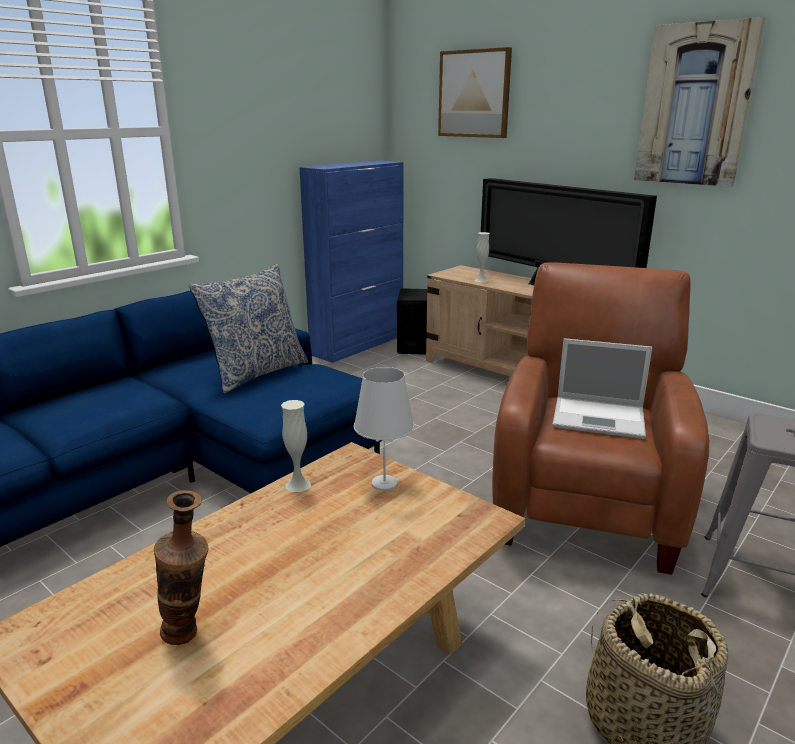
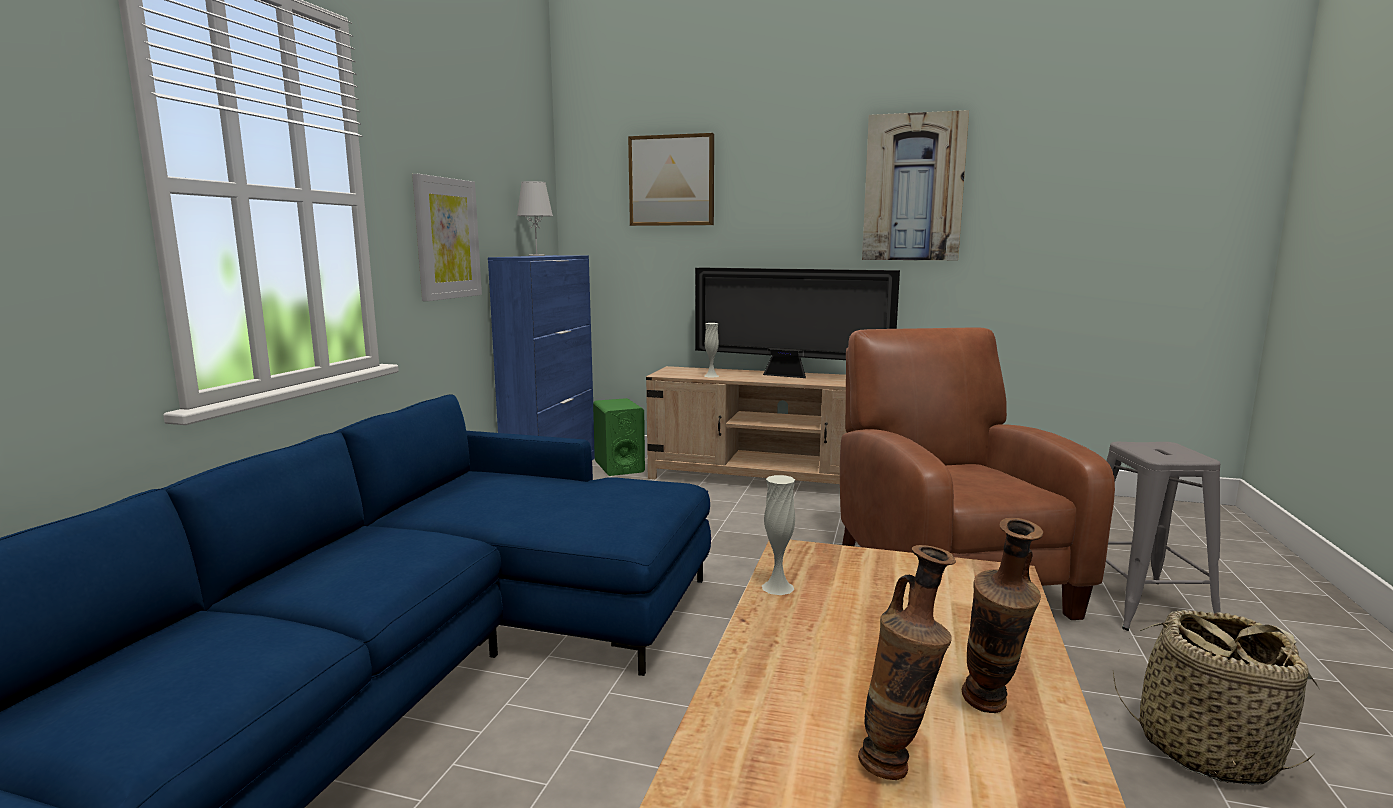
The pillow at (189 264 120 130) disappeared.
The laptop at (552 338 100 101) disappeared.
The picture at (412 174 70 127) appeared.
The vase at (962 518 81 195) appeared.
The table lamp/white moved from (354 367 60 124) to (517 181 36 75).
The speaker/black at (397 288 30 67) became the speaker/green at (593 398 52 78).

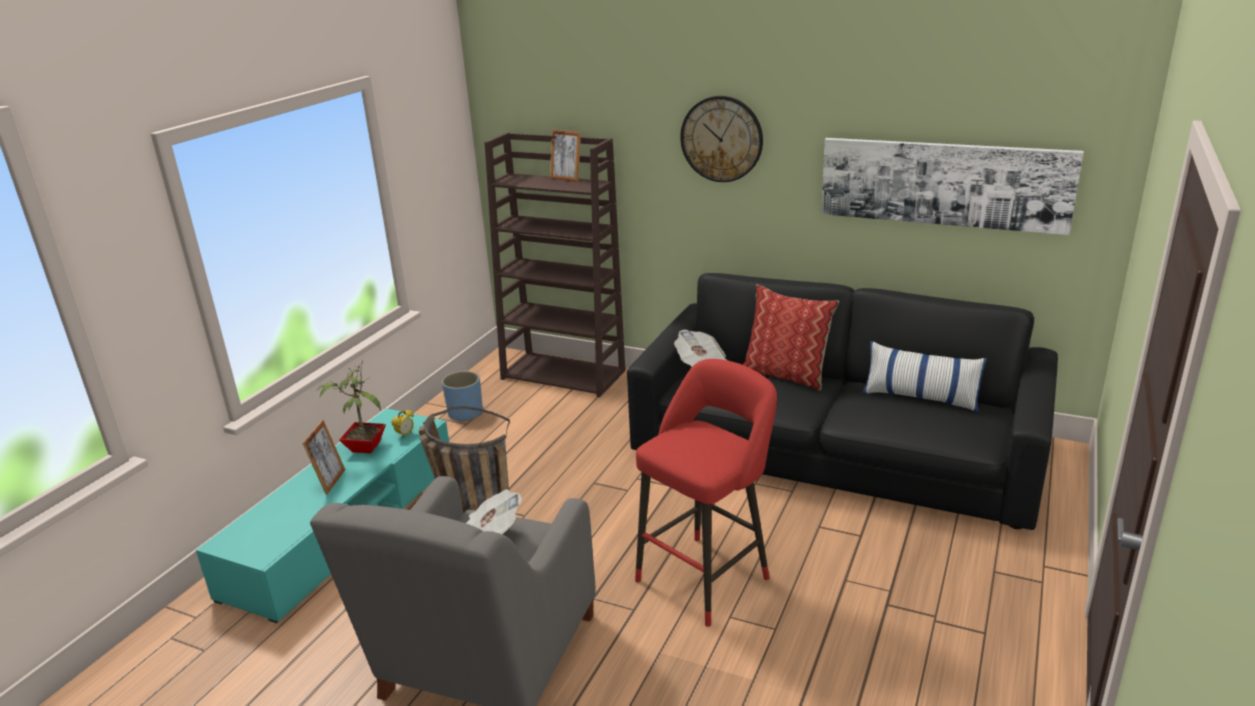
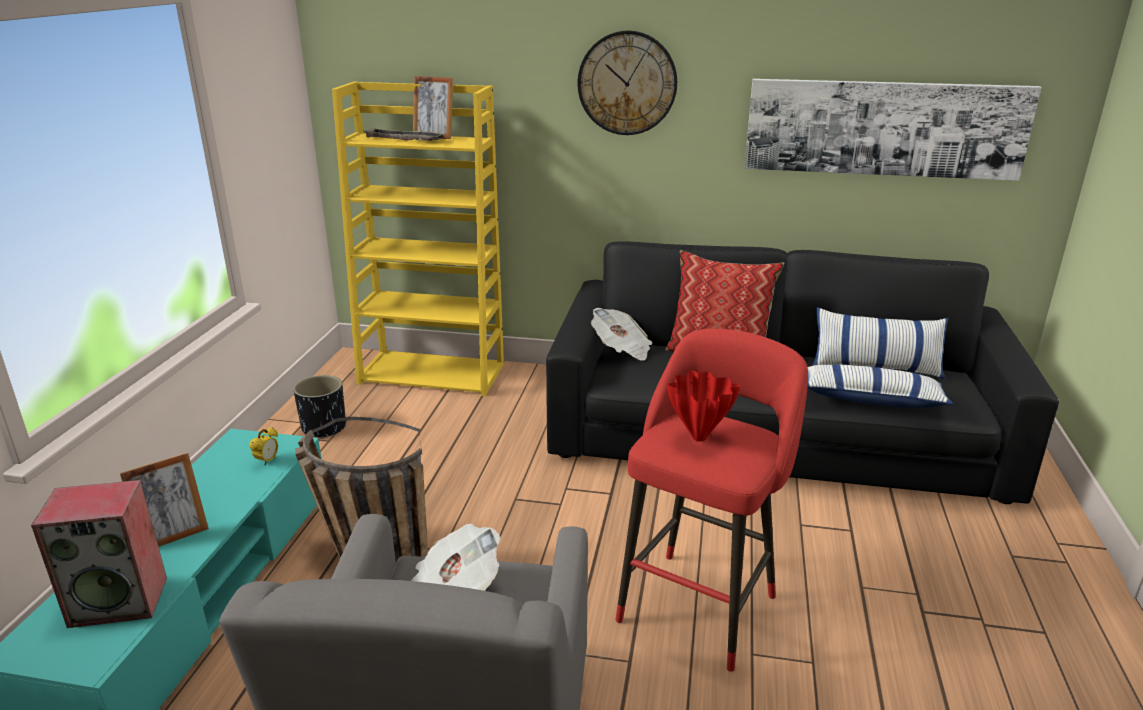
The potted plant at (316 361 70 92) disappeared.
The speaker at (31 480 136 148) appeared.
The tray at (362 128 83 13) appeared.
The vase/red at (667 370 73 72) appeared.
The pillow at (807 364 147 44) appeared.
The planter/blue at (442 371 41 51) became the planter/black at (293 375 53 64).
The bookcase/brown at (484 133 141 264) became the bookcase/yellow at (332 82 172 314).
The picture frame at (302 420 43 75) turned 60 degrees clockwise.

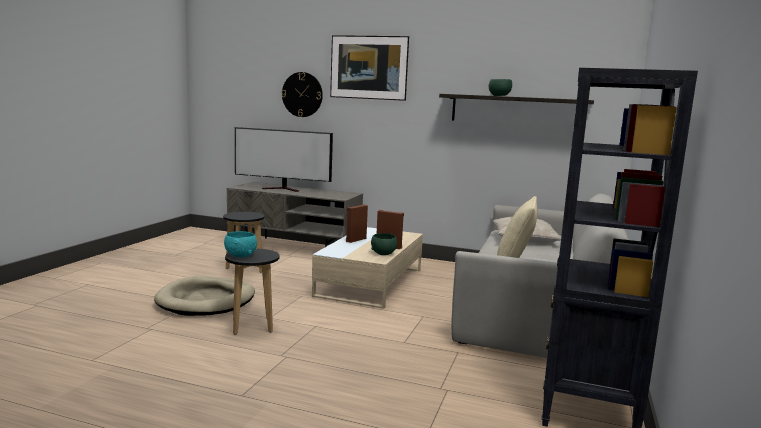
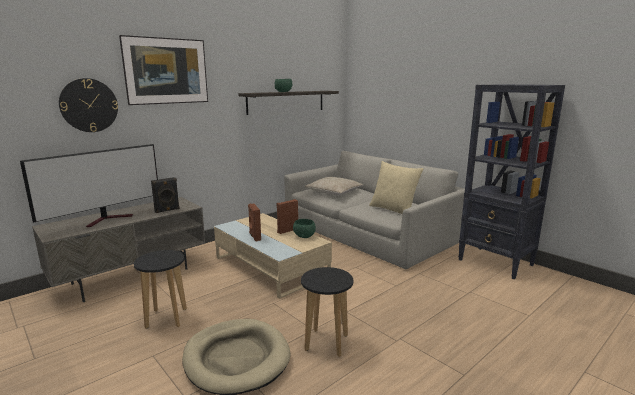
The bowl/turquoise at (224 231 33 26) disappeared.
The speaker/black at (151 177 29 36) appeared.

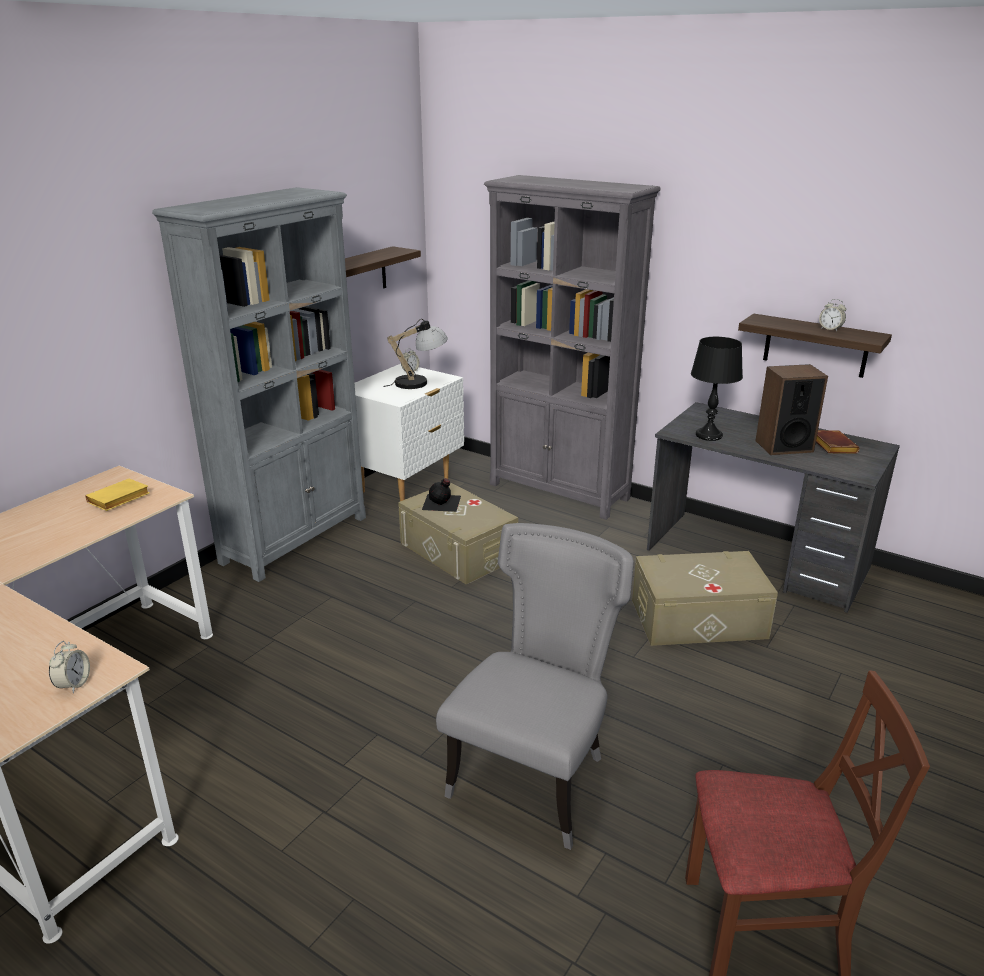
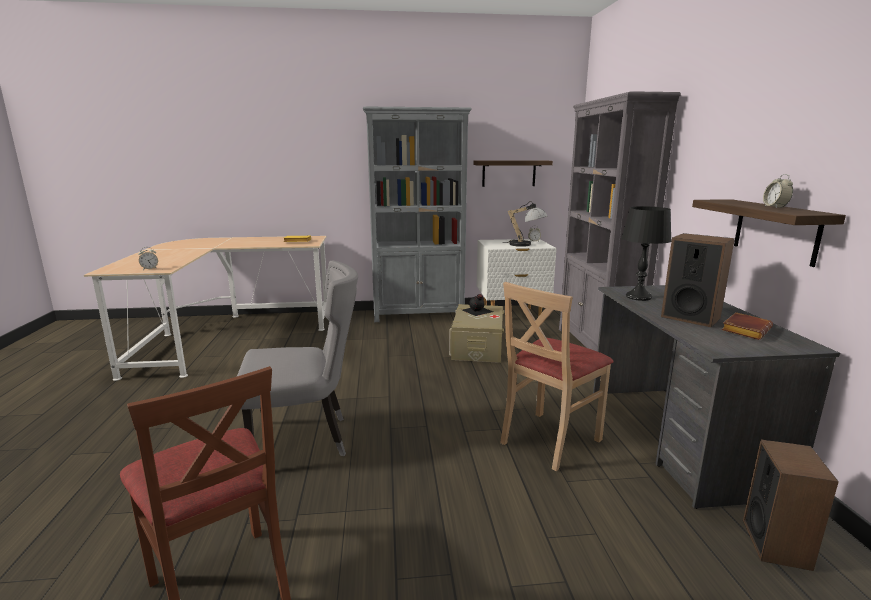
The speaker at (743 440 96 131) appeared.
The storage box/beige at (632 551 146 95) was replaced by the chair/beige at (500 282 114 189).

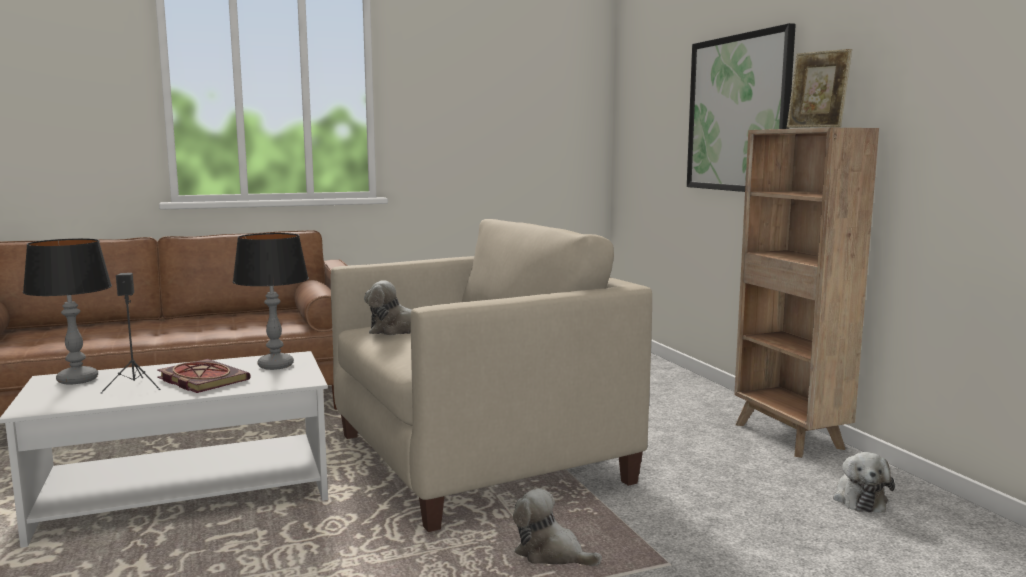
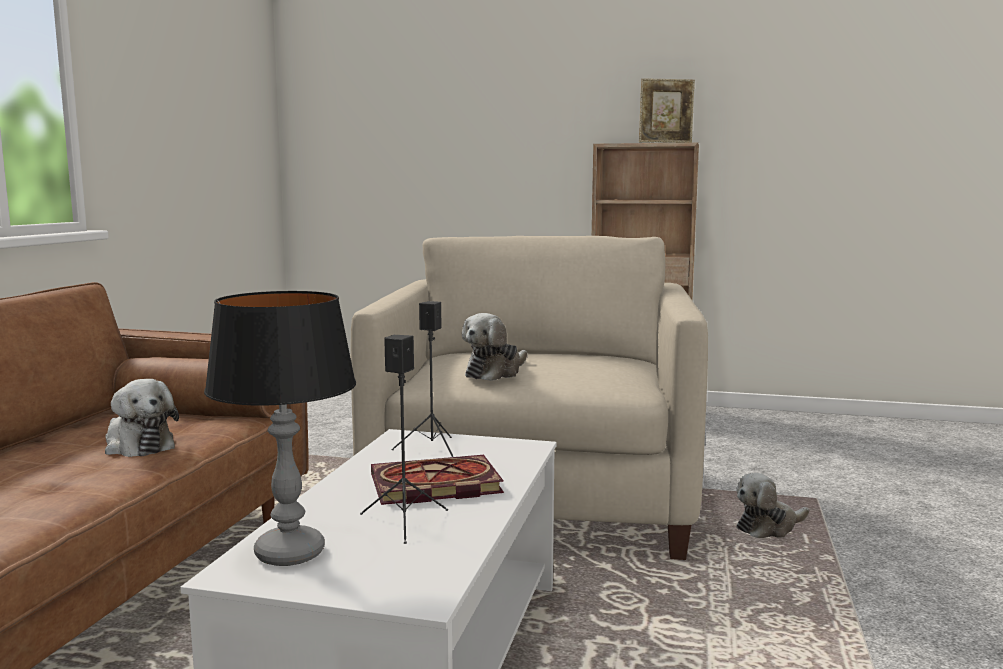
The picture at (687 23 109 169) disappeared.
The plush toy moved from (833 452 62 61) to (105 379 74 78).
The table lamp at (233 233 76 137) was replaced by the speaker/black at (392 301 61 156).

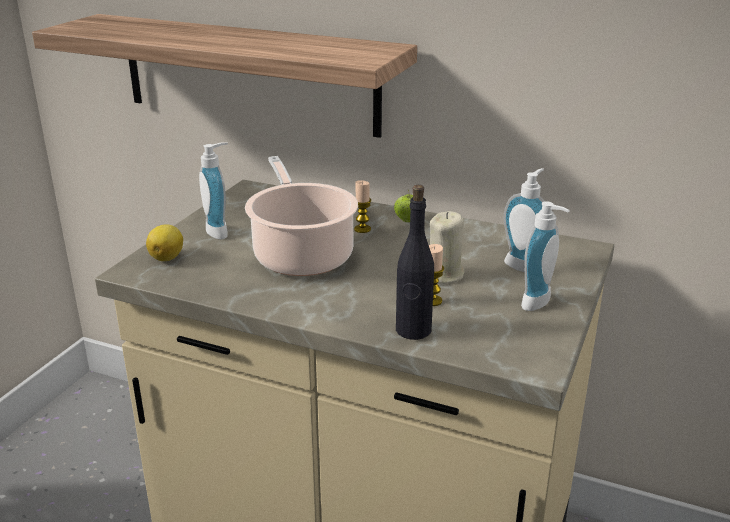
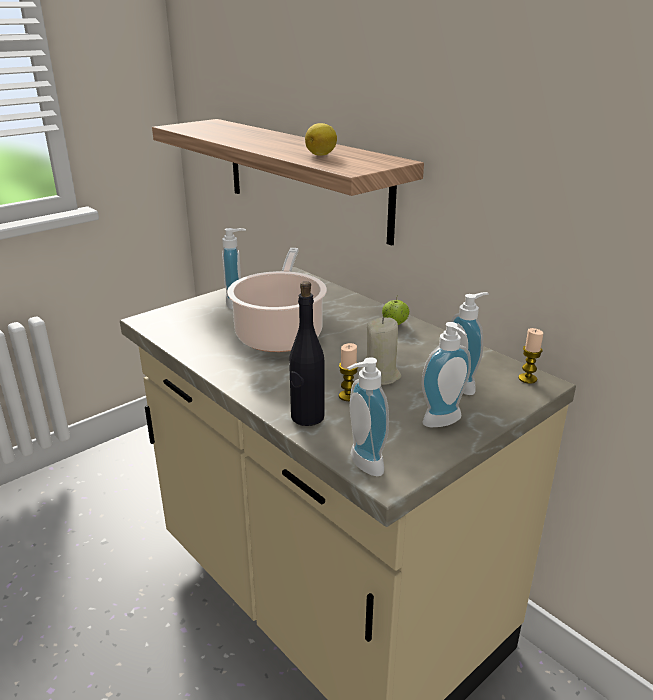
The soap dispenser at (347 357 42 119) appeared.
The lemon moved from (146 224 37 37) to (305 123 32 33).
The candle moved from (354 180 17 53) to (518 328 25 56).

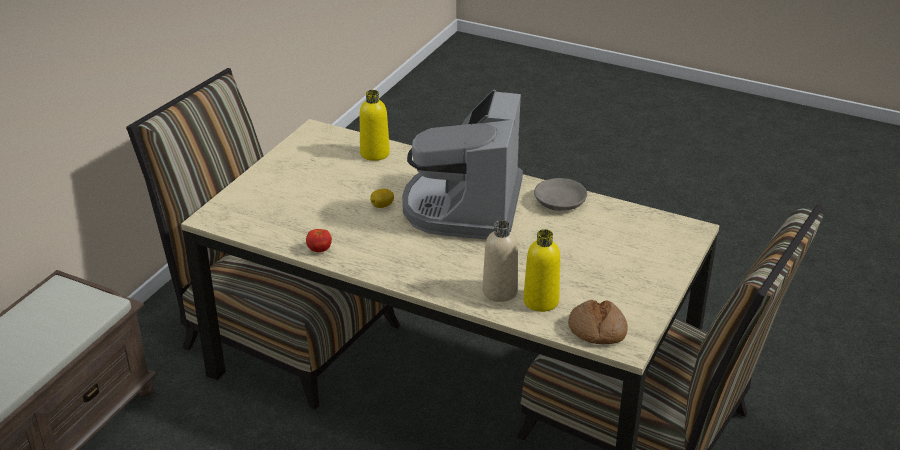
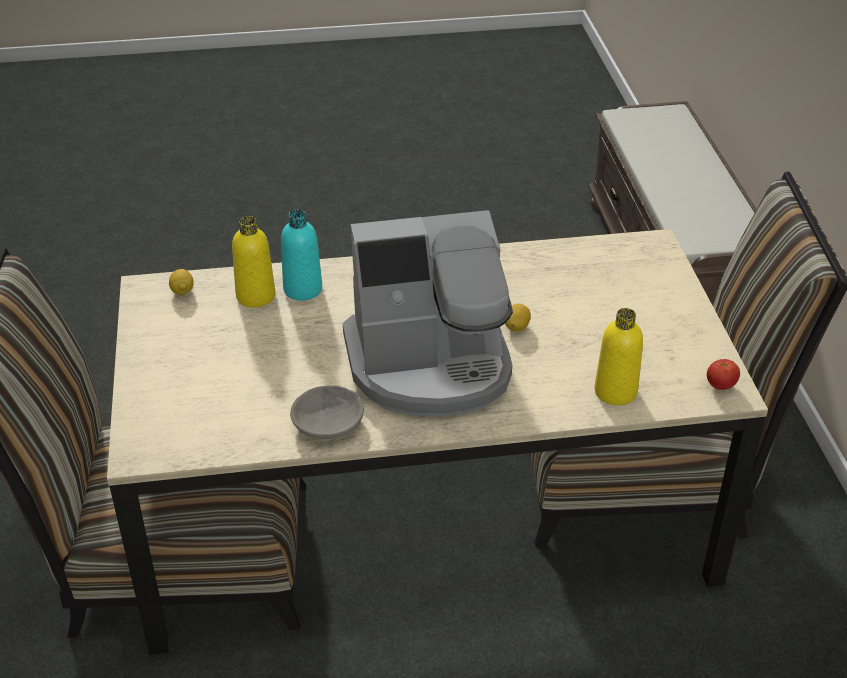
The tomato moved from (306 229 26 23) to (707 359 33 31).
The bread at (568 300 60 44) was replaced by the lemon at (169 269 24 26).
The bottle/beige at (482 220 36 82) became the bottle/turquoise at (281 209 41 91).
The coffee machine at (402 90 121 150) turned 105 degrees clockwise.

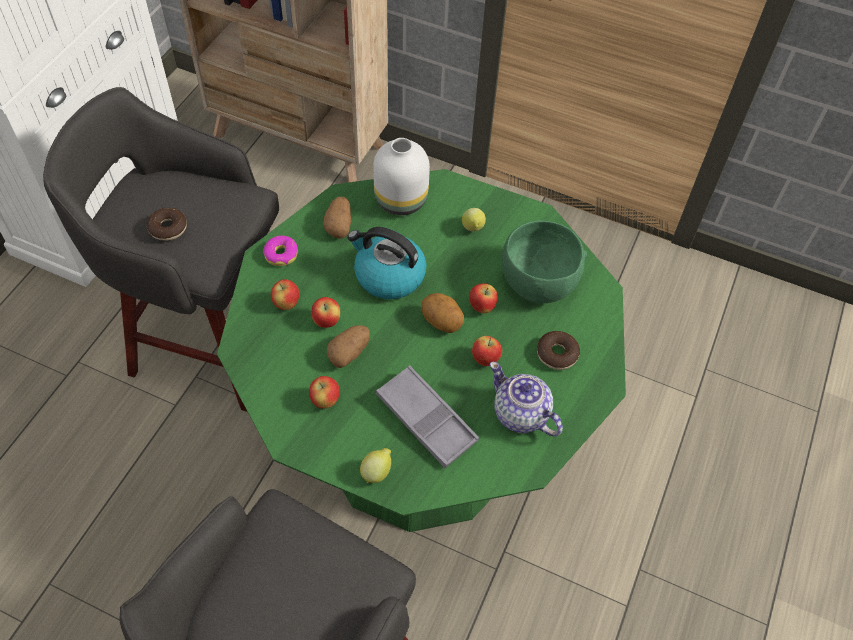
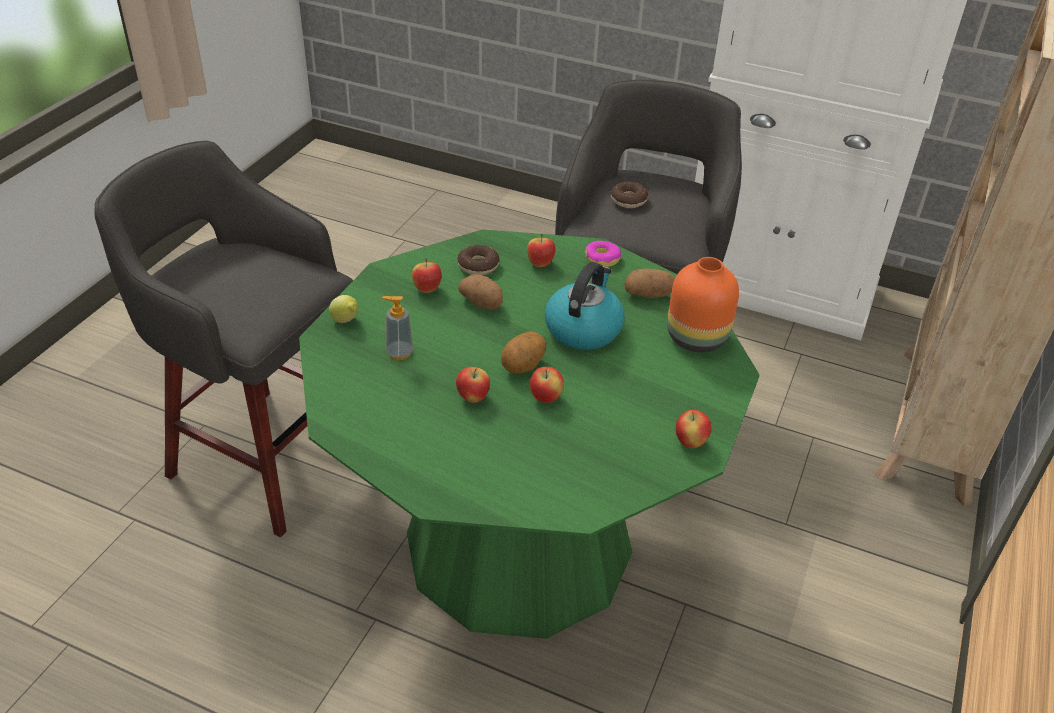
The lemon at (462 208 24 23) disappeared.
The teapot at (490 362 73 74) disappeared.
The bowl/green at (502 220 85 83) disappeared.
The apple moved from (311 297 29 31) to (676 409 36 39).
The donut moved from (537 331 43 39) to (457 245 43 30).
The tray/grey at (376 365 103 103) was replaced by the soap dispenser at (382 296 31 64).
The vase/white at (373 138 57 77) became the vase/orange at (667 257 72 95).

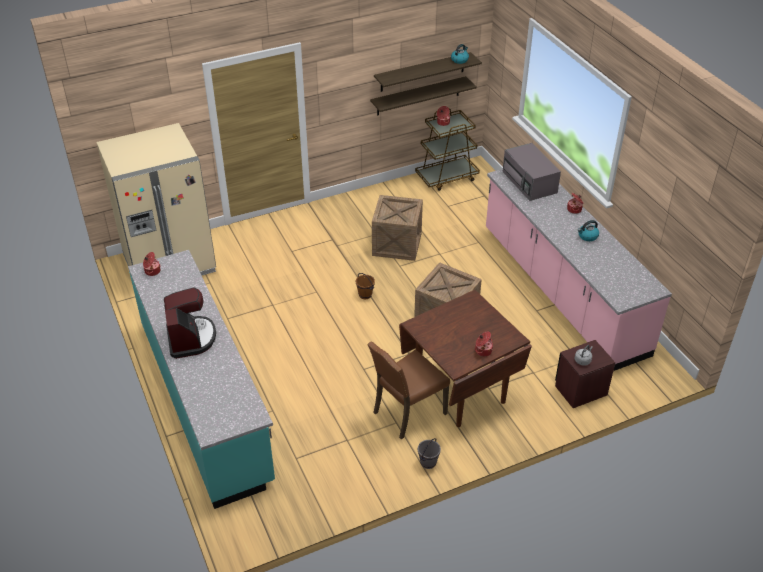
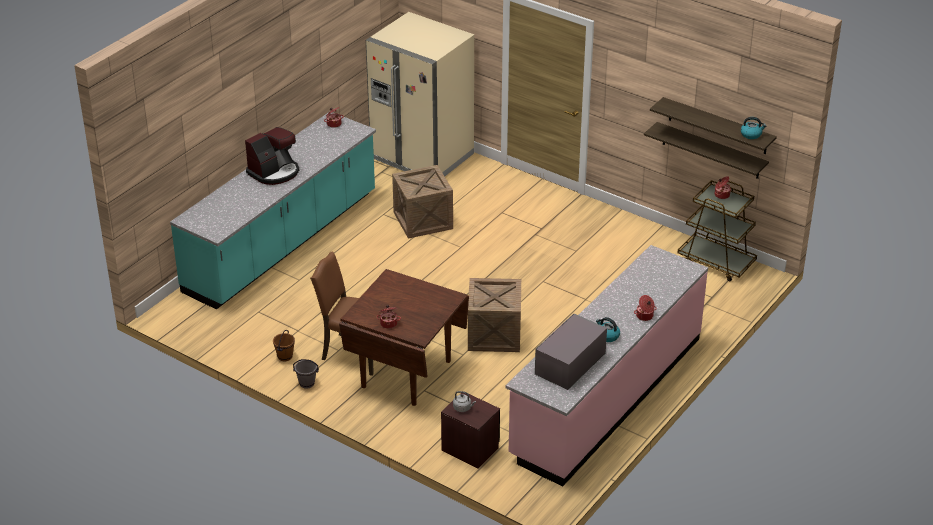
The bucket/brown moved from (356 273 19 26) to (273 330 22 31).
The crate moved from (372 195 51 66) to (392 165 61 74).
The microwave/grey moved from (502 143 59 58) to (535 313 72 77).

